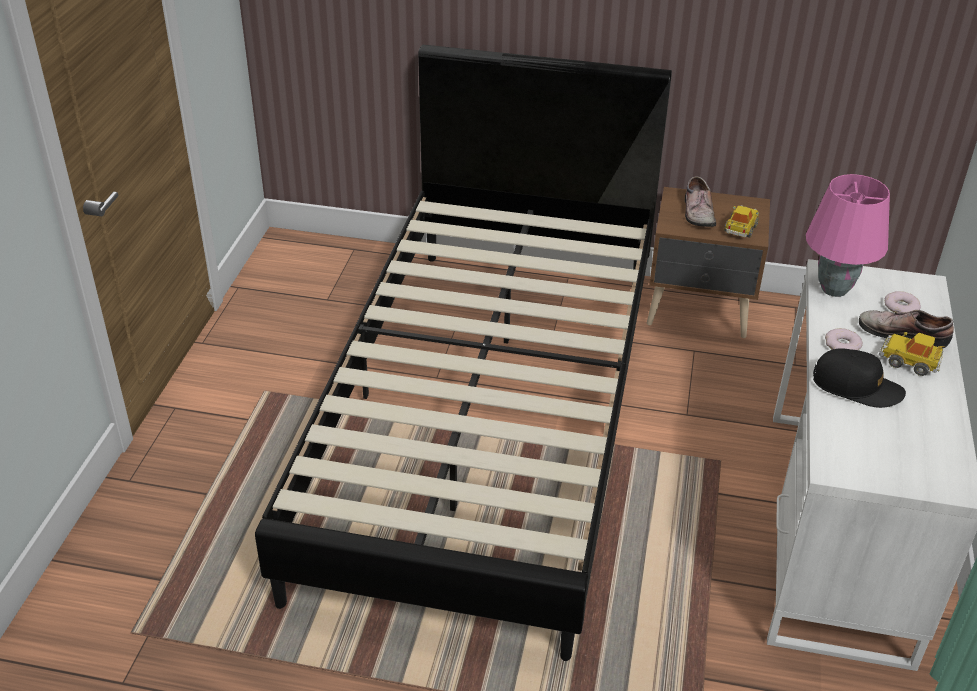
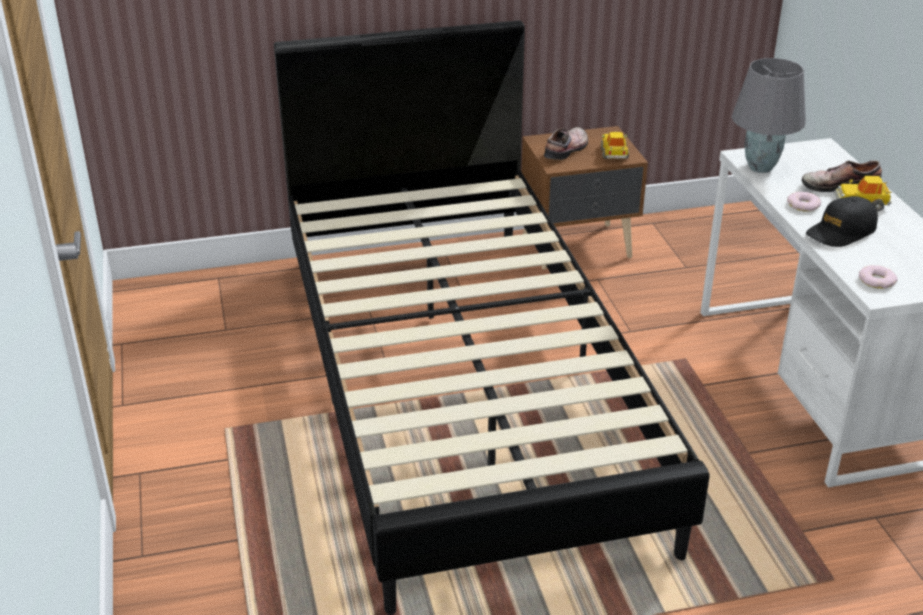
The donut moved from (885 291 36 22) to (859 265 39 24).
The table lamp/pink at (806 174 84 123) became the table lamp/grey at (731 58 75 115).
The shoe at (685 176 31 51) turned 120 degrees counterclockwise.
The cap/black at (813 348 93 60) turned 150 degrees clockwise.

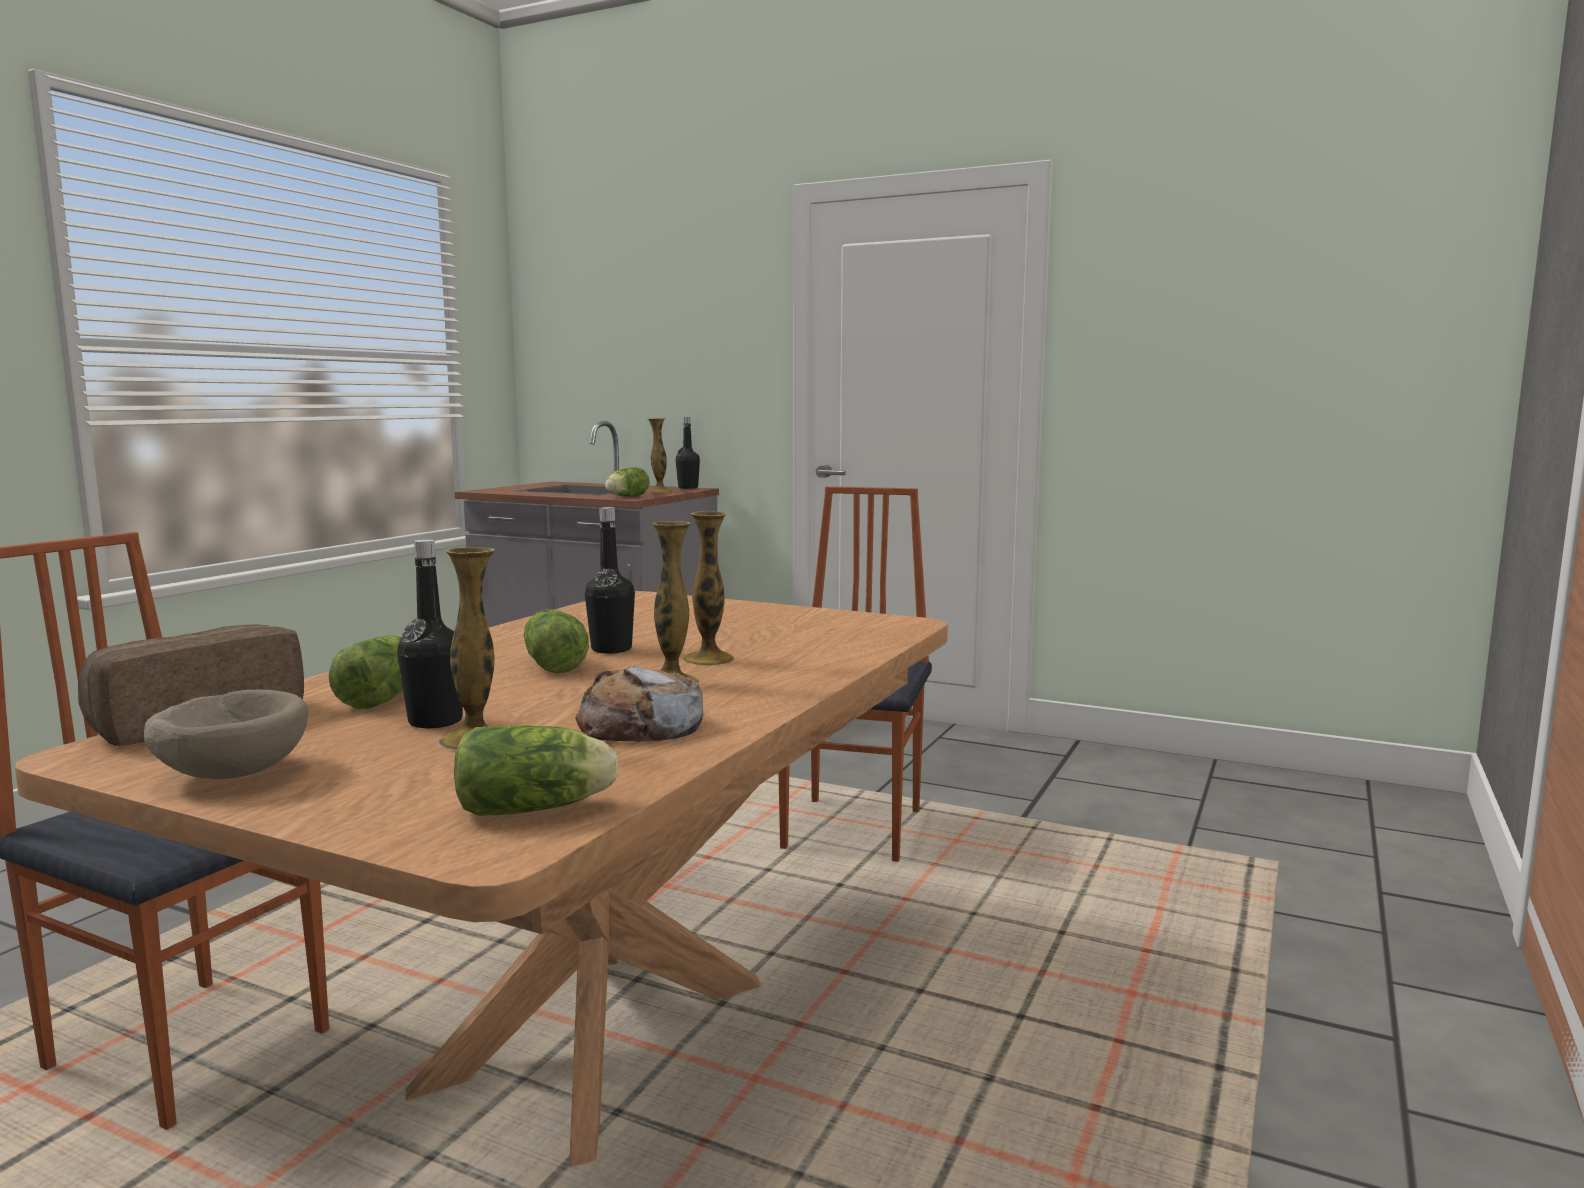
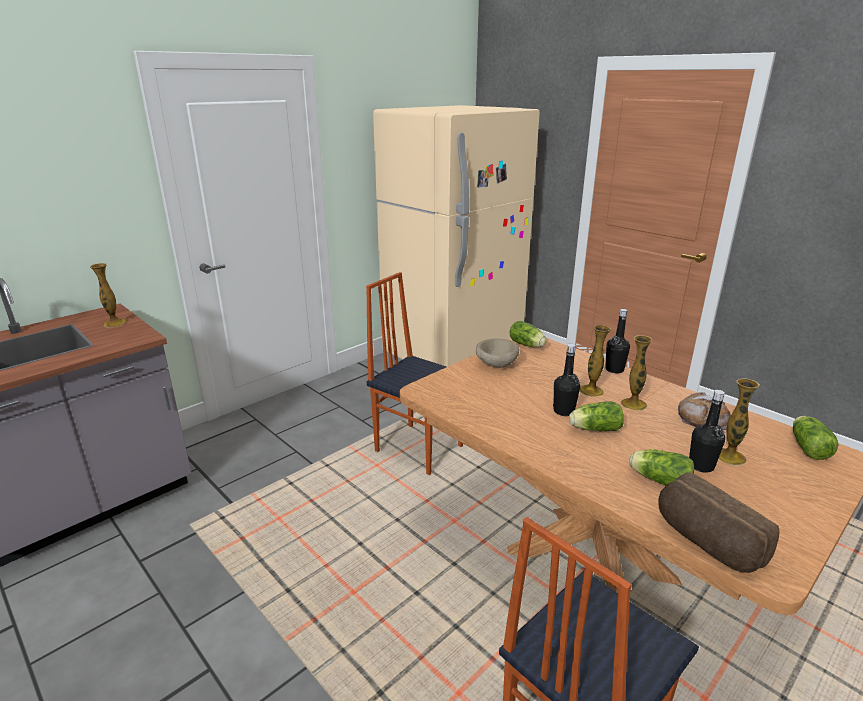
The fridge/beige at (373 105 167 262) appeared.
The bowl/beige moved from (144 689 164 90) to (476 338 43 30).
The lettuce moved from (605 467 45 29) to (509 321 37 26).
The bottle/black moved from (676 417 24 72) to (605 309 25 64).

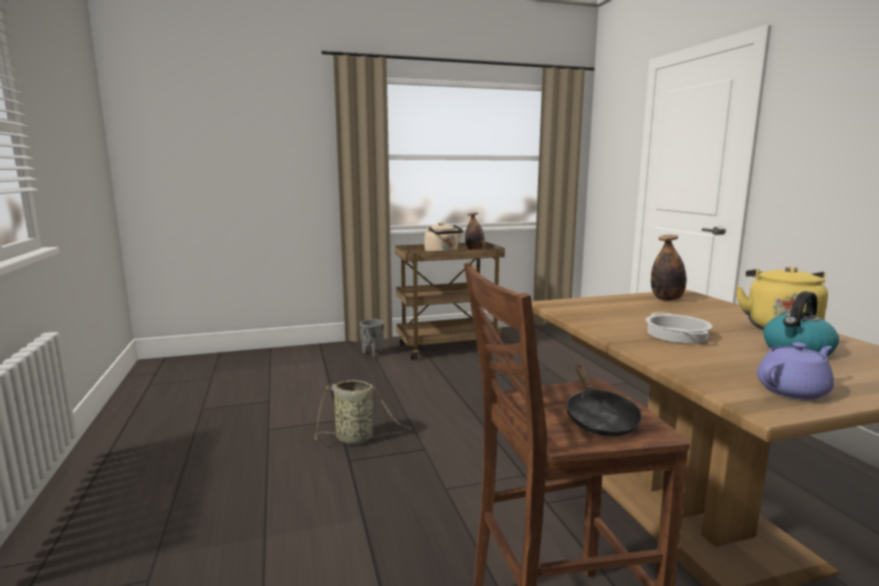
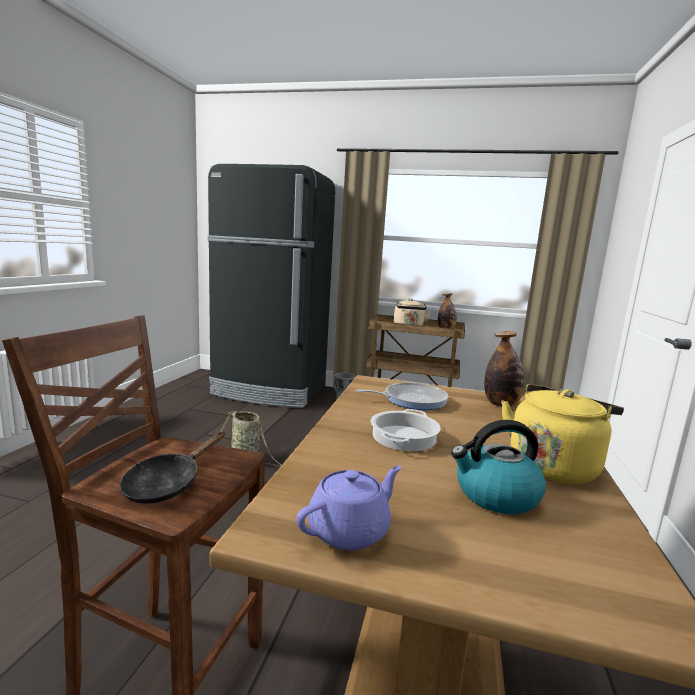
The fridge/black at (207 164 128 244) appeared.
The frying pan at (355 383 93 27) appeared.
The teapot/purple at (757 342 77 58) turned 45 degrees counterclockwise.

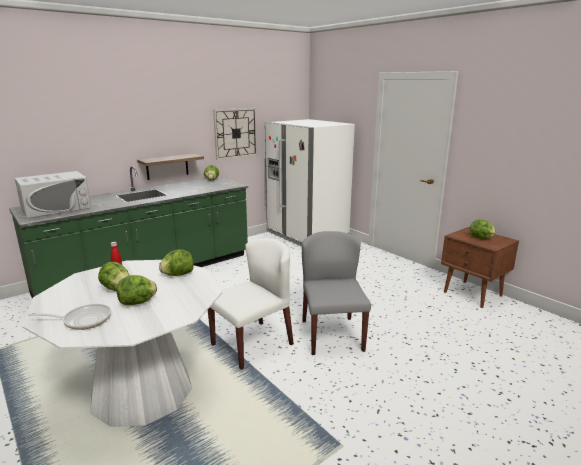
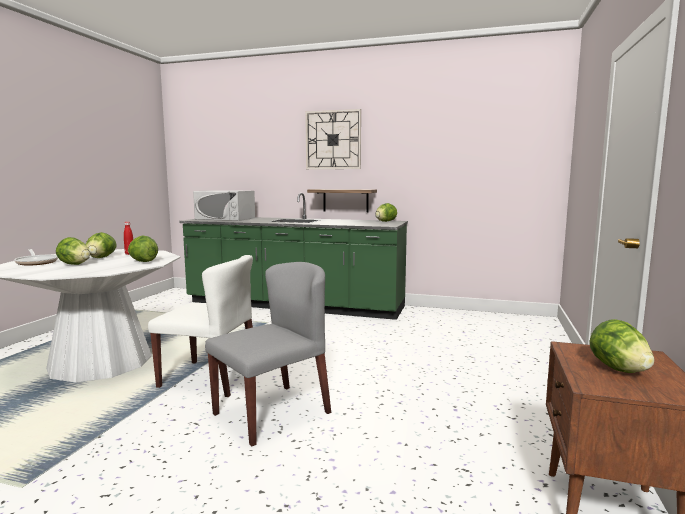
The fridge/white at (265 119 90 128) disappeared.
The wall clock moved from (213 108 44 52) to (305 109 56 60).

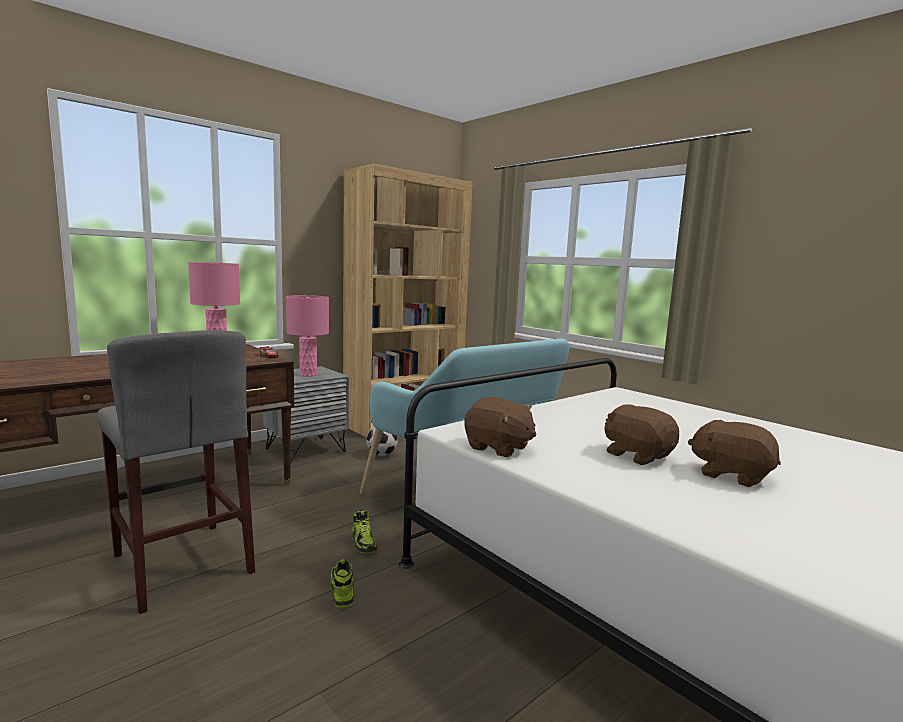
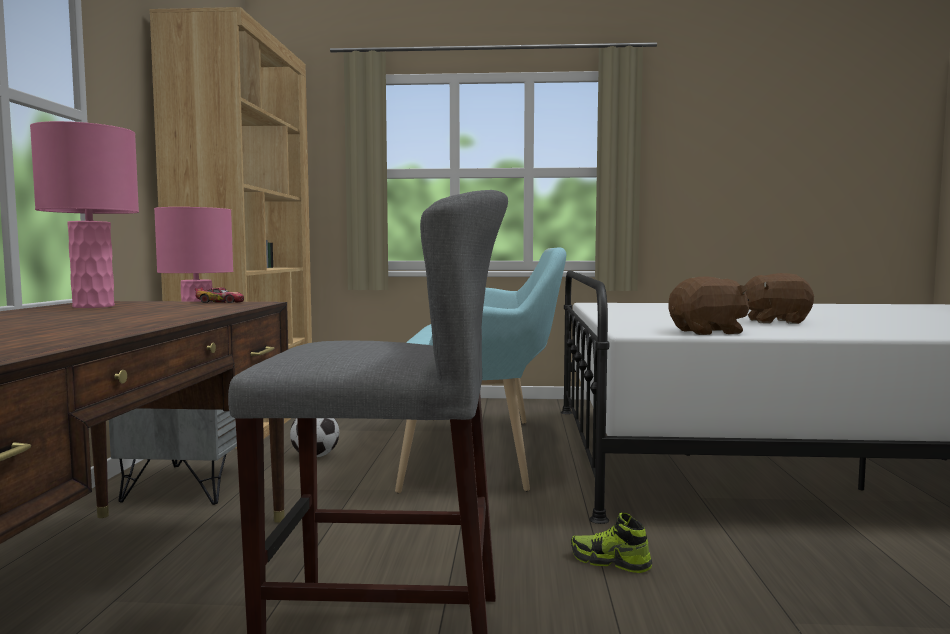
The shoe at (352 510 25 43) disappeared.
The plush toy/brown at (688 420 93 67) disappeared.

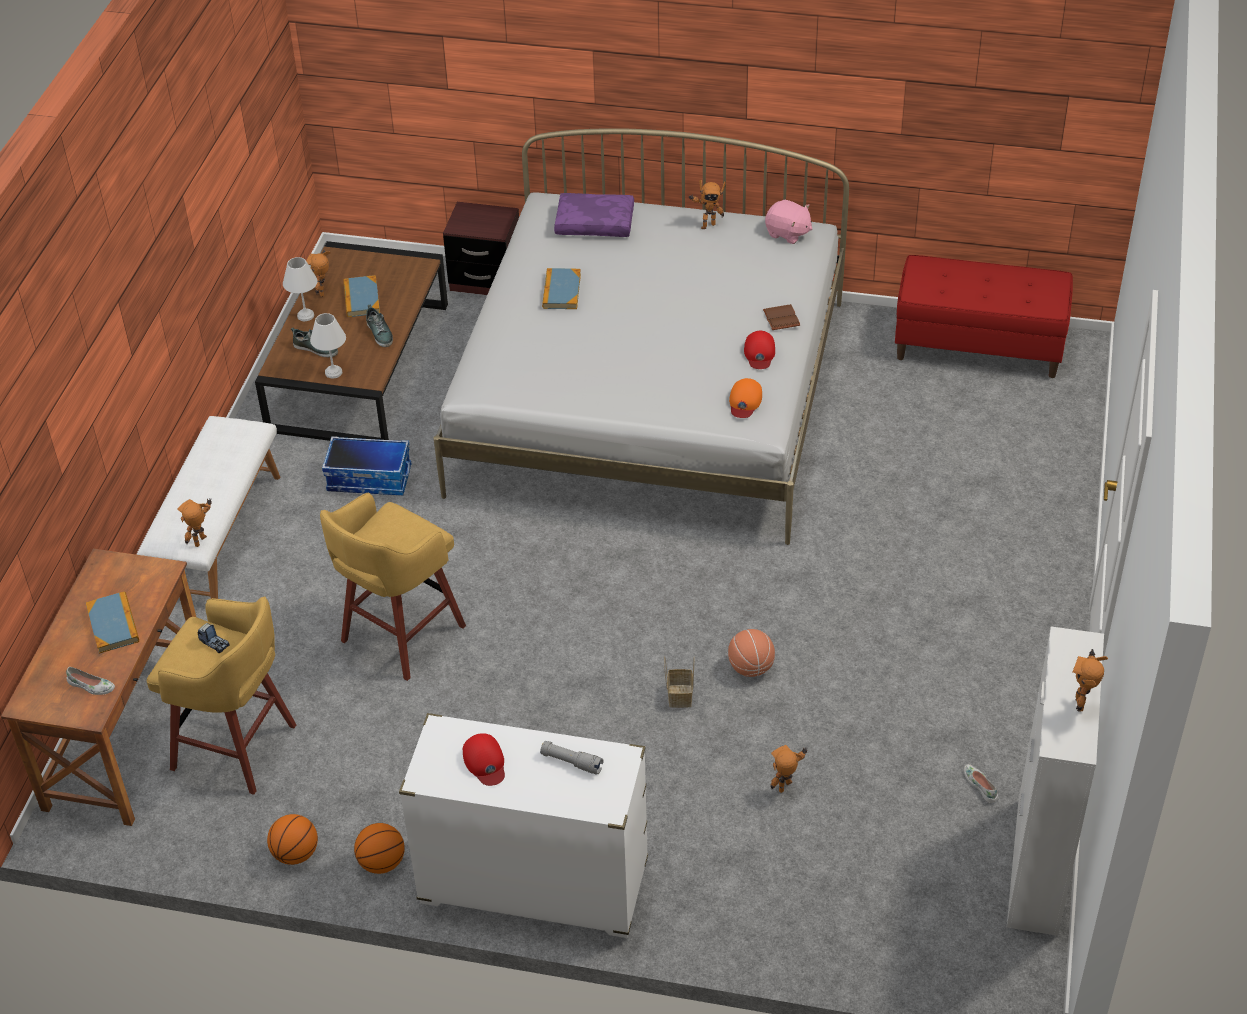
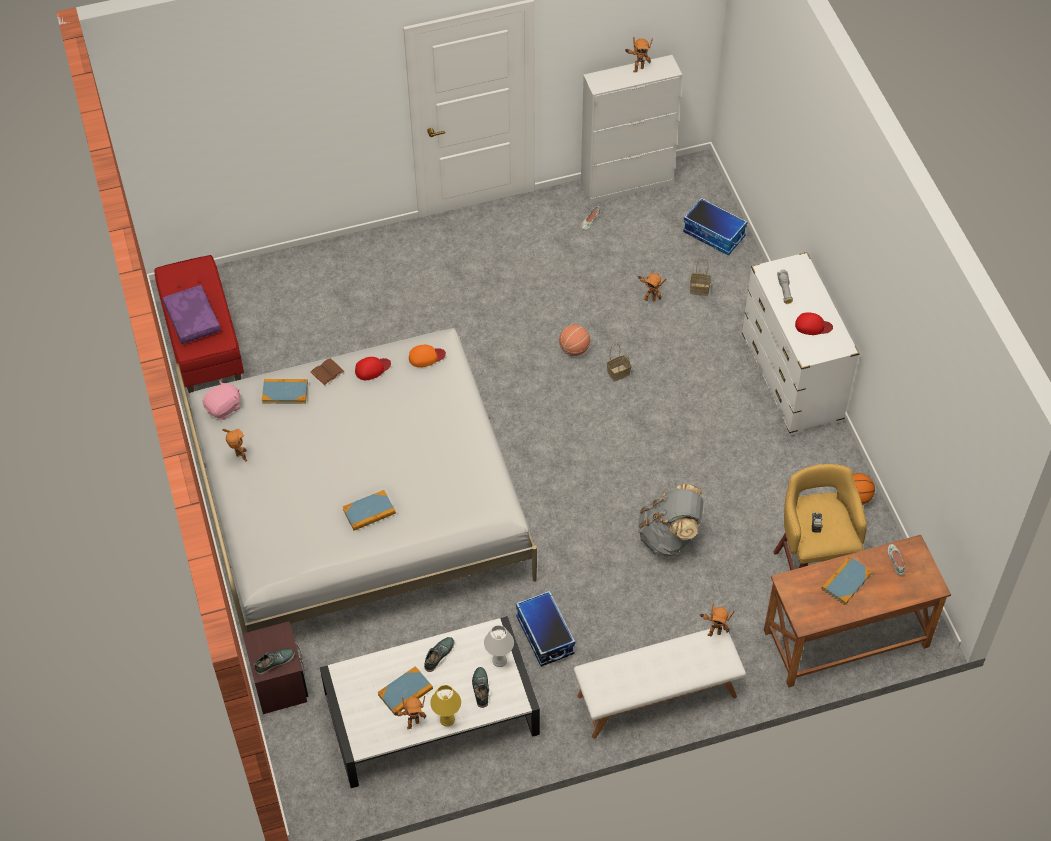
The basketball at (354 823 51 51) disappeared.
The shoe at (253 648 42 27) appeared.
The book at (262 379 46 25) appeared.
The storage box at (683 198 65 57) appeared.
The basket at (690 258 21 38) appeared.
The pillow/purple moved from (554 193 80 44) to (162 285 59 59).
The stool/yellow at (320 493 146 188) was replaced by the backpack/grey at (638 484 65 73).
The coffee table/brown at (255 241 193 200) became the coffee table/white at (320 616 220 172).
The table lamp/white at (283 257 34 64) became the table lamp/yellow at (430 685 31 42).
The cap/red at (463 733 42 53) turned 60 degrees clockwise.
The plush toy/pink at (765 199 47 45) turned 45 degrees clockwise.

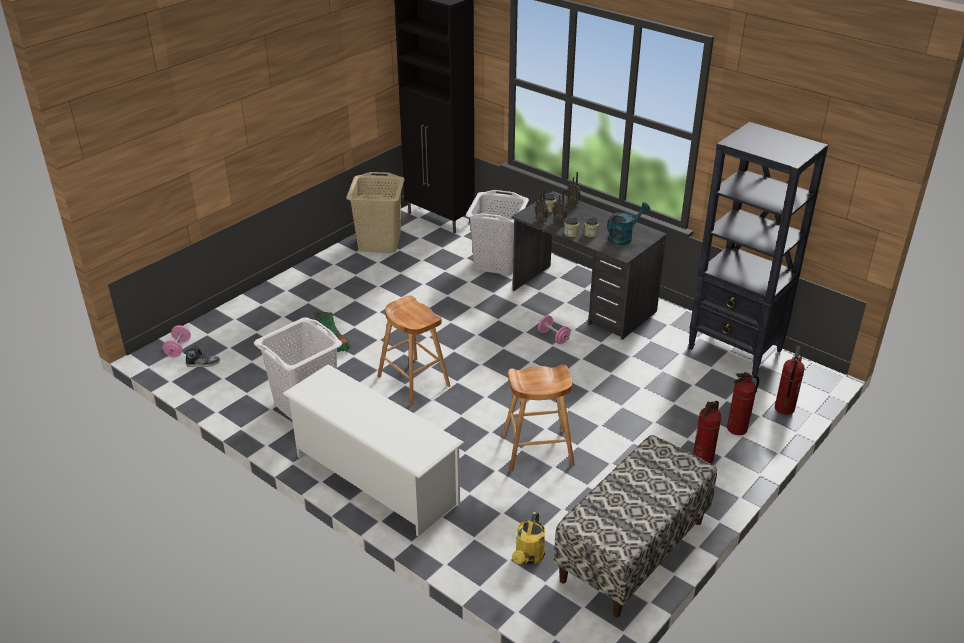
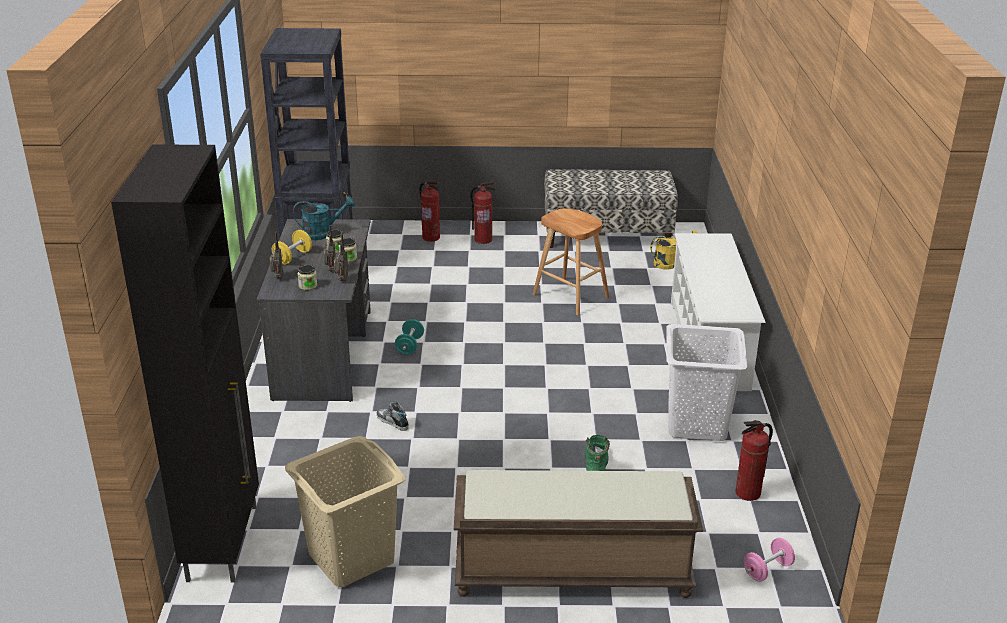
The stool/brown at (377 295 73 111) disappeared.
The laundry basket/white at (466 190 63 85) disappeared.
The dumbbell/yellow at (272 230 40 35) appeared.
The bench/brown at (454 470 249 128) appeared.
The shoe moved from (184 346 36 21) to (377 402 32 29).
The fire extinguisher moved from (775 346 30 69) to (735 420 38 81).
The dumbbell/pink at (538 315 32 29) became the dumbbell/turquoise at (395 319 29 36).
The watering can/turquoise at (607 202 43 43) turned 150 degrees clockwise.

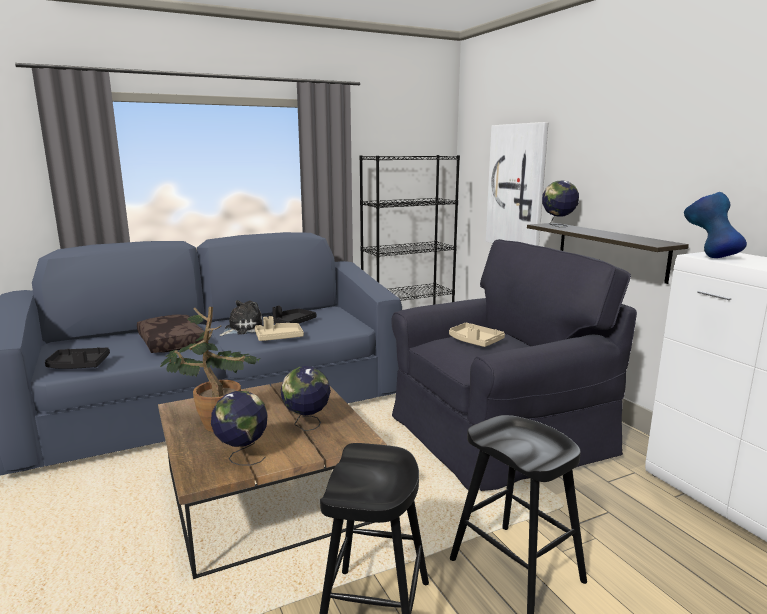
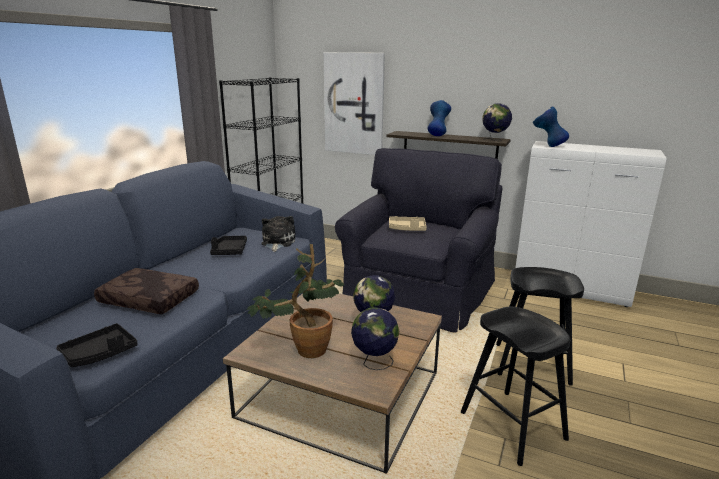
The tray/beige at (255 316 49 25) disappeared.
The vase/blue at (428 100 23 36) appeared.
The plush toy moved from (219 300 45 36) to (261 216 34 36).
The globe moved from (542 180 37 47) to (482 103 30 39).

